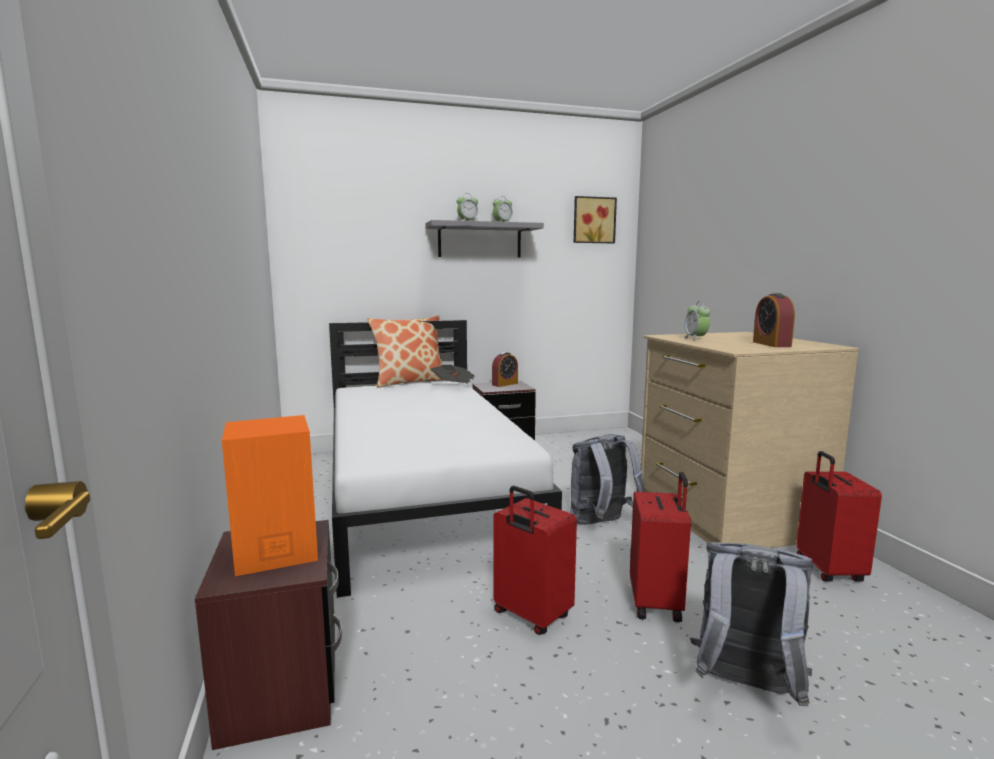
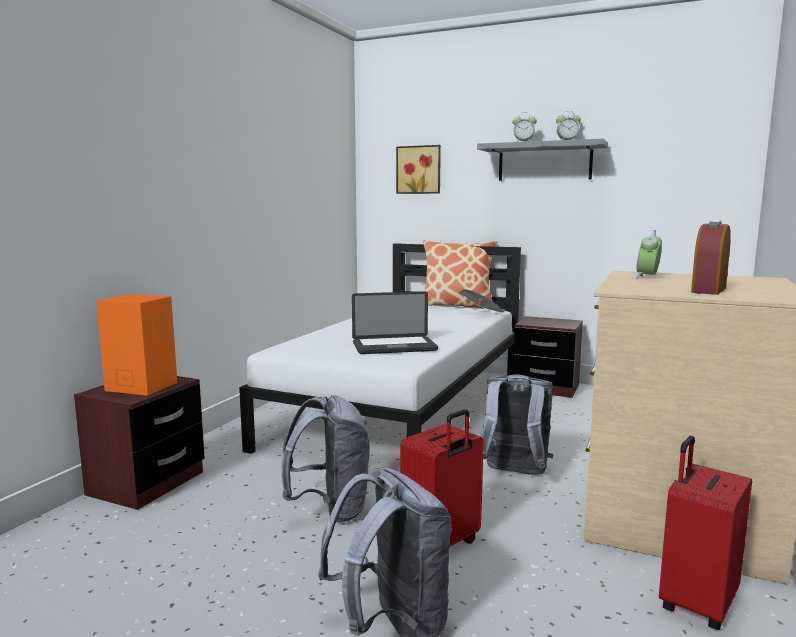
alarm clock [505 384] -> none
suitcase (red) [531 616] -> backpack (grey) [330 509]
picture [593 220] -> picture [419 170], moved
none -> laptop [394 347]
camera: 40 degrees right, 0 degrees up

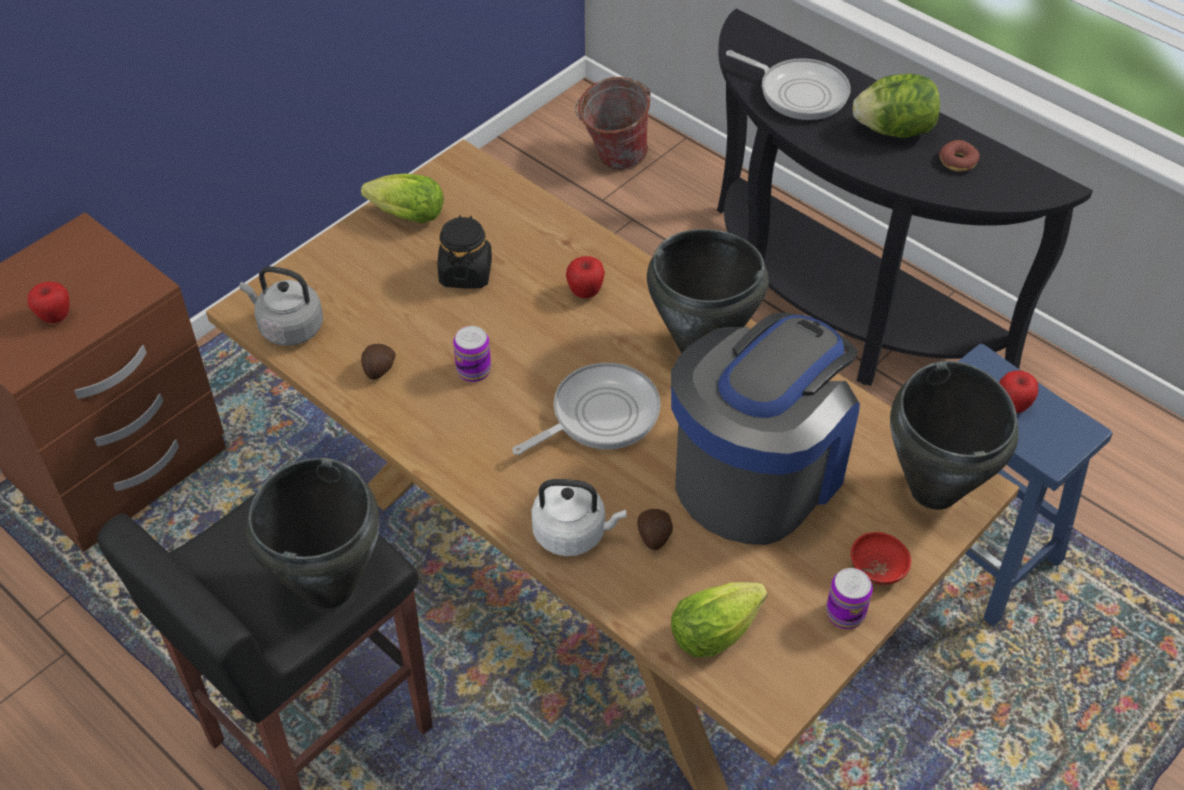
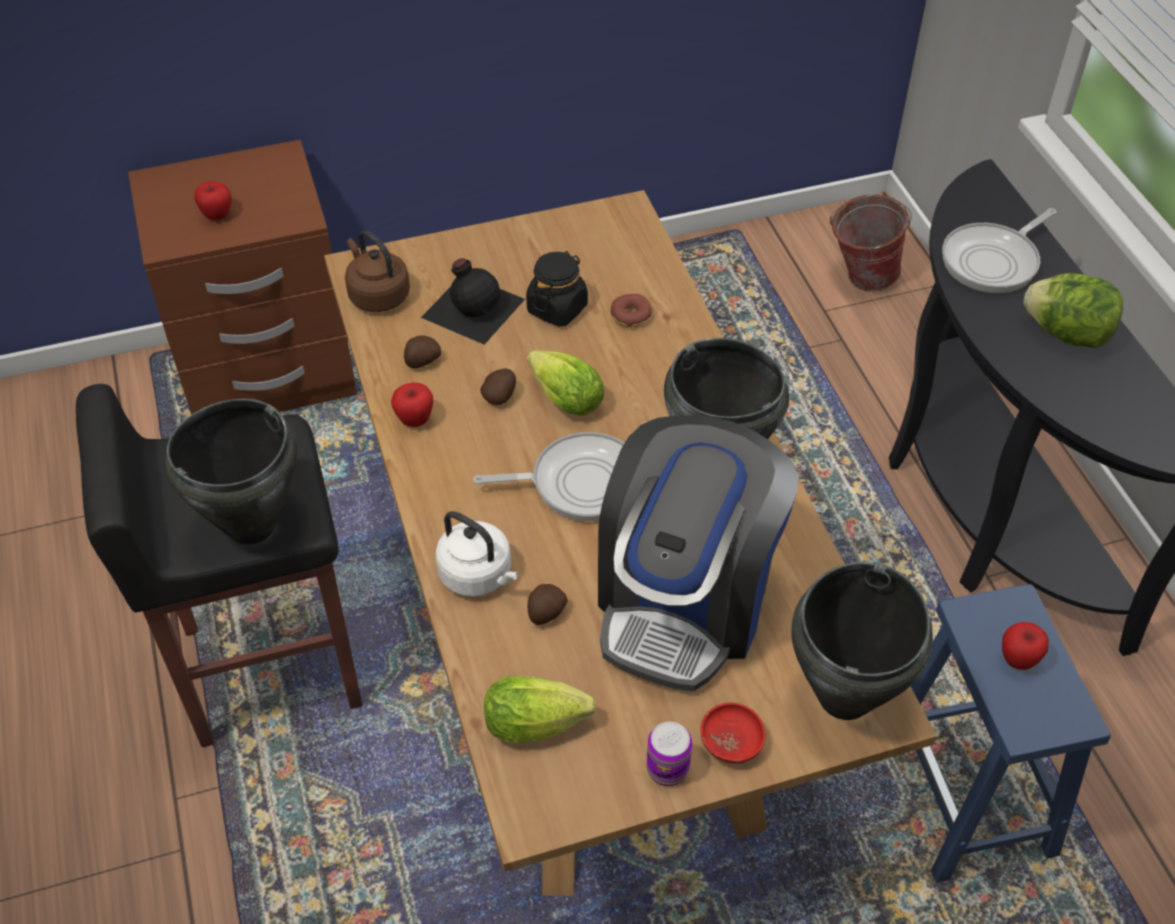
kettle (grey) [288 327] -> kettle (brown) [377 295]
lettuce [403 215] -> lettuce [562 397], moved
can [474 370] -> potato [500 396]
apple [585 292] -> apple [415 420], moved
coffee machine [758 472] -> coffee machine [686 600], 135 degrees clockwise
frying pan [798 92] -> frying pan [993 261], 75 degrees clockwise
donut [958 161] -> donut [631 316], moved
none -> bottle (black) [473 307]
camera: 30 degrees right, 0 degrees up

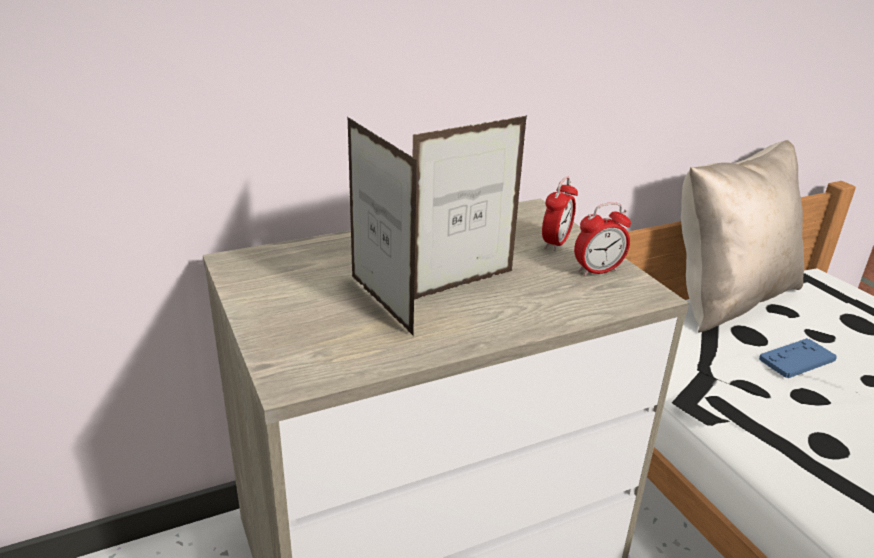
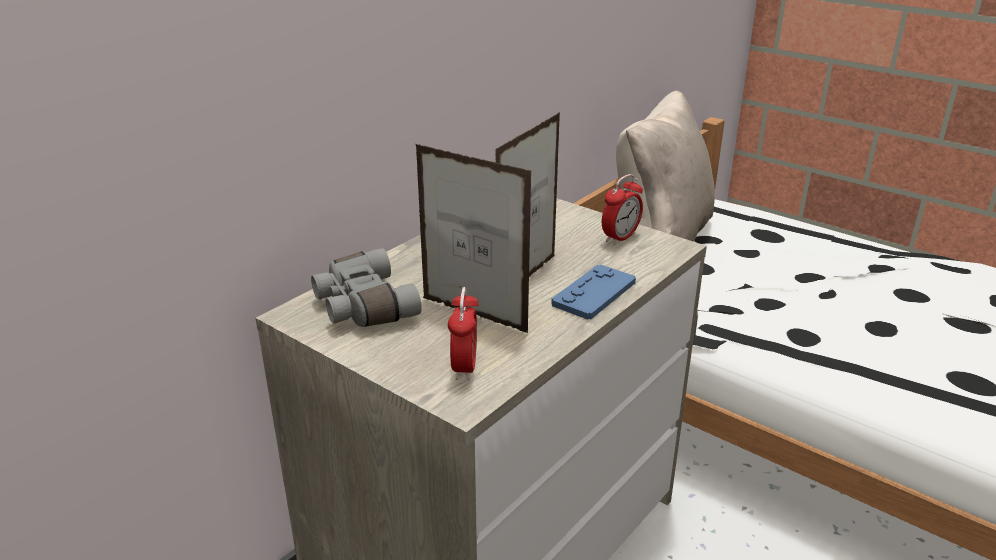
alarm clock [556 243] -> alarm clock [464 367], moved
game controller (blue) [797 359] -> game controller (blue) [594 293], moved
none -> binoculars (grey) [362 306]
camera: 25 degrees left, 0 degrees up

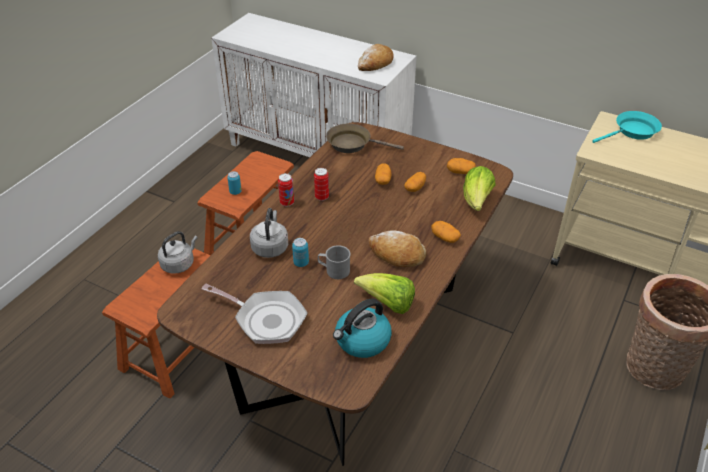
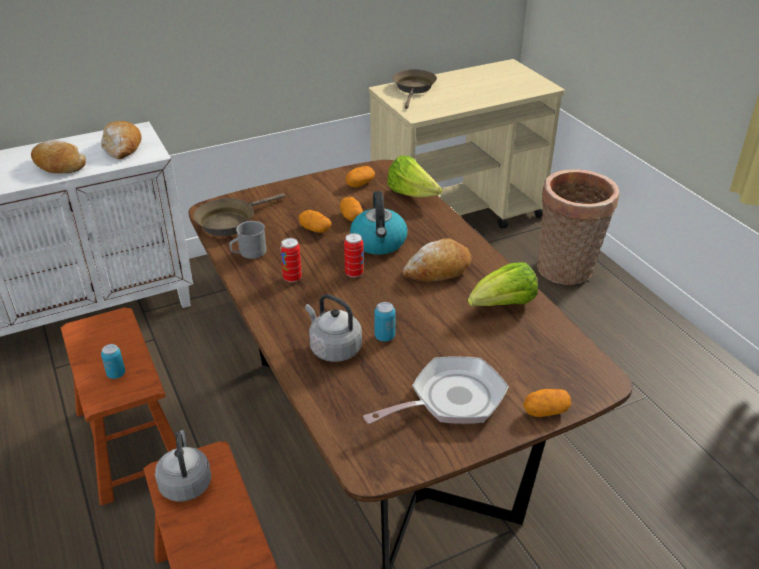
can [287 203] -> can [354 273], moved
mug (grey) [334 270] -> mug (grey) [248 253], moved
kettle [362 341] -> kettle [379 243], moved
potato [444 238] -> potato [545 411], moved
frying pan (turquoise) [633 132] -> frying pan (brown) [414 88]
none -> bread [59 165]
camera: 55 degrees left, 5 degrees down

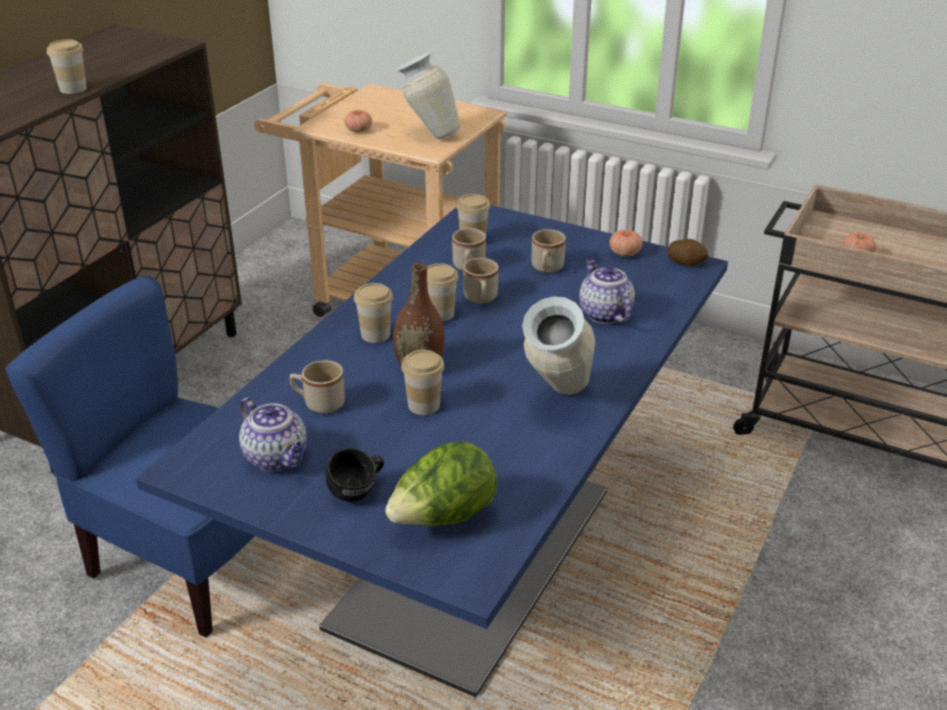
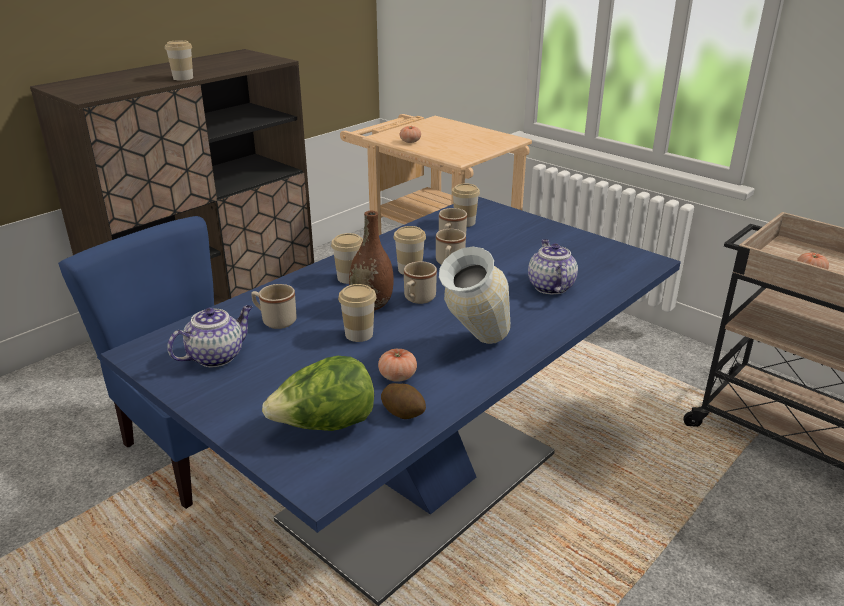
teapot [277 458] -> teapot [217 356], 105 degrees counterclockwise
mug (black) [359 492] -> none
vase [428 134] -> none
mug (beige) [546 269] -> mug (beige) [417 299], moved
tomato [624 253] -> tomato [397 376], moved
potato [686 262] -> potato [403 412], moved
camera: 15 degrees right, 5 degrees down

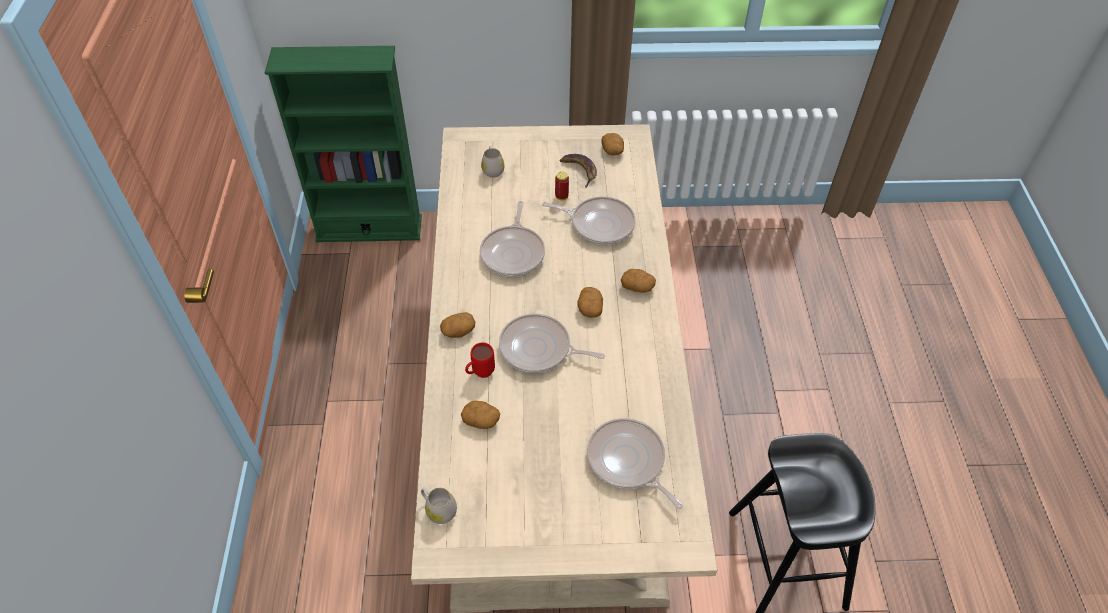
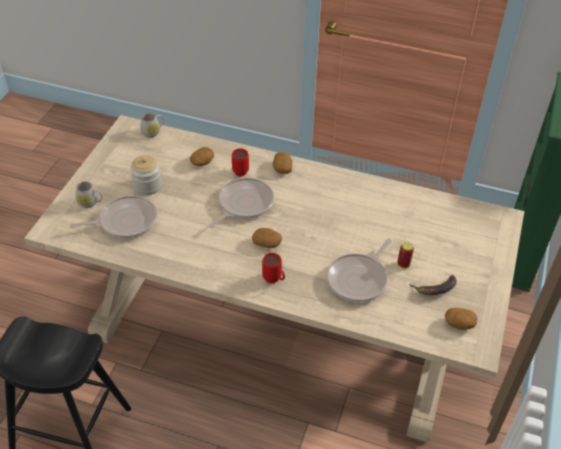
frying pan [513 252] -> none
mug (white) [492 169] -> mug (white) [90 203], moved
potato [637 286] -> mug (red) [274 280]
none -> jar [147 186]
camera: 110 degrees right, 5 degrees down

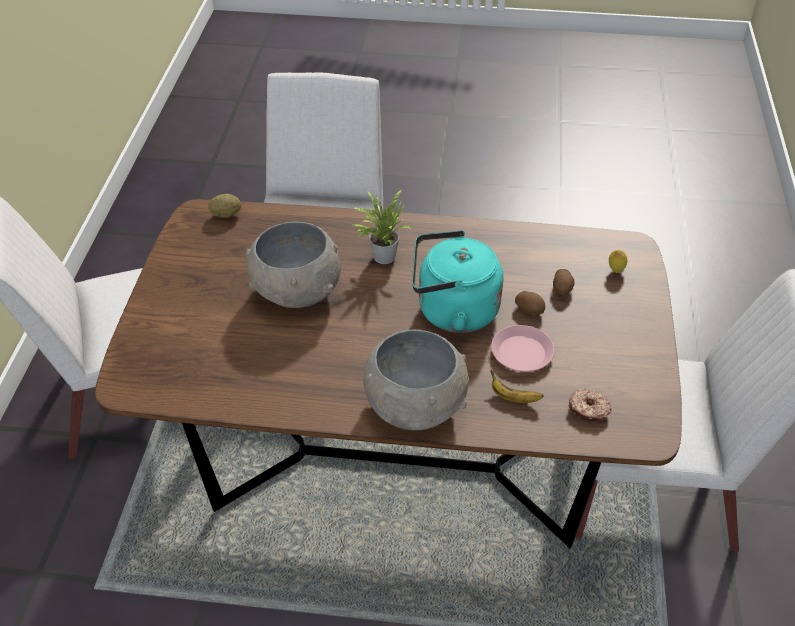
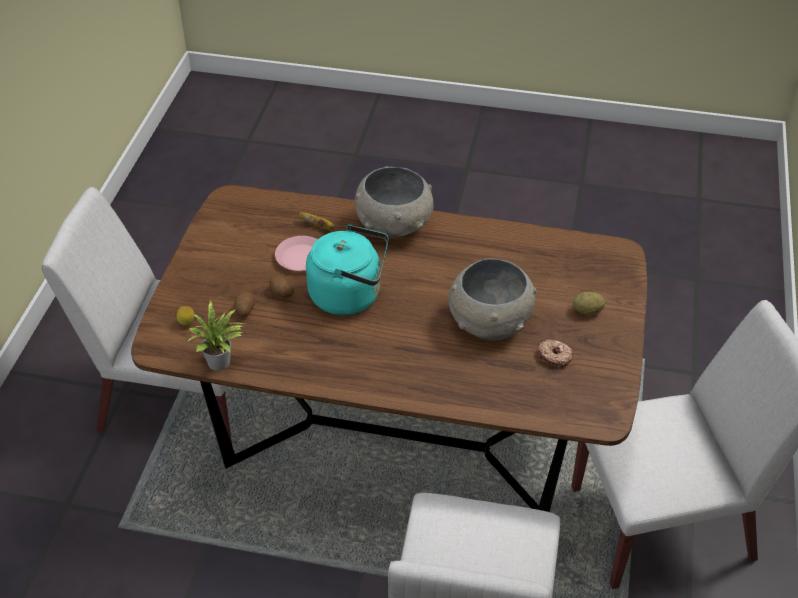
potato [226 214] -> potato [587 311], moved
potted plant [381 256] -> potted plant [221 363], moved
donut [588 410] -> donut [554 356], moved
camera: 175 degrees left, 0 degrees up

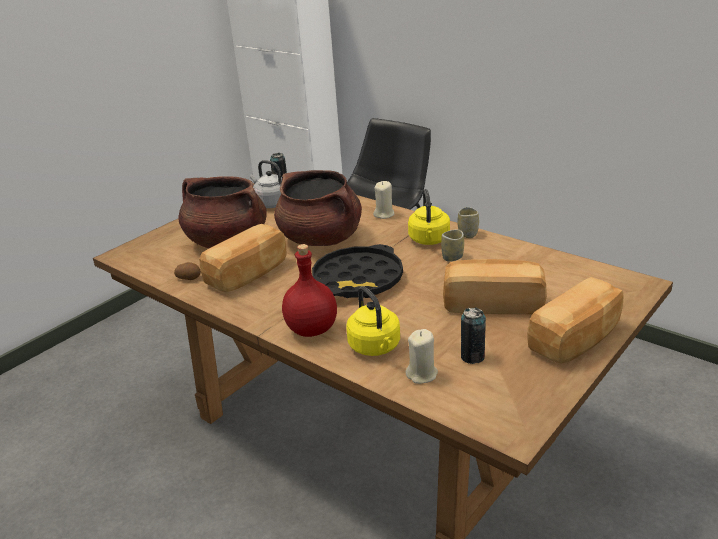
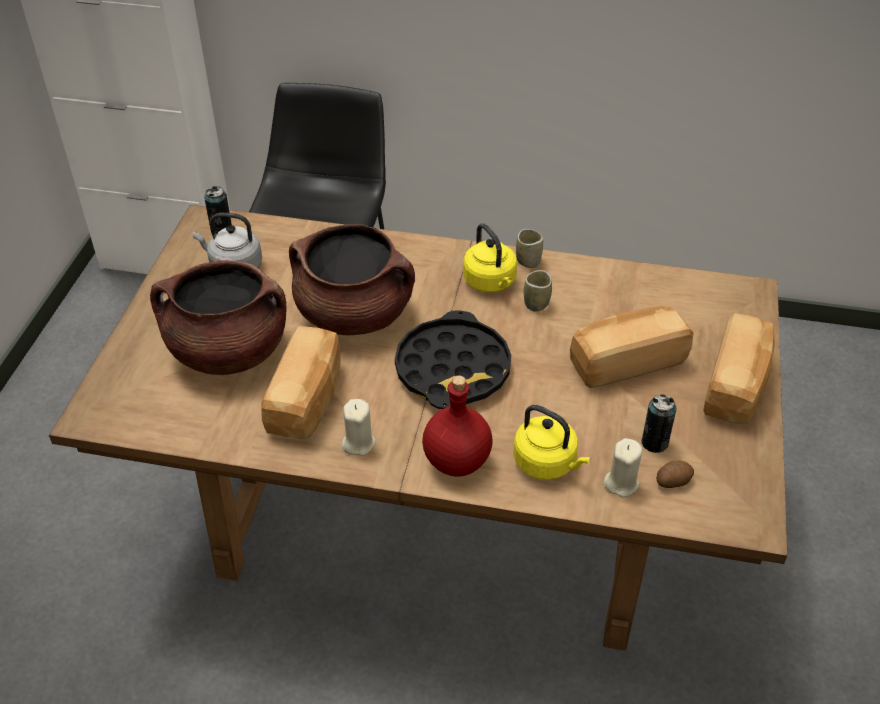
potato [189 278] -> potato [672 481], moved
candle (beige) [384 214] -> candle (beige) [358 443], moved
camera: 30 degrees left, 15 degrees up

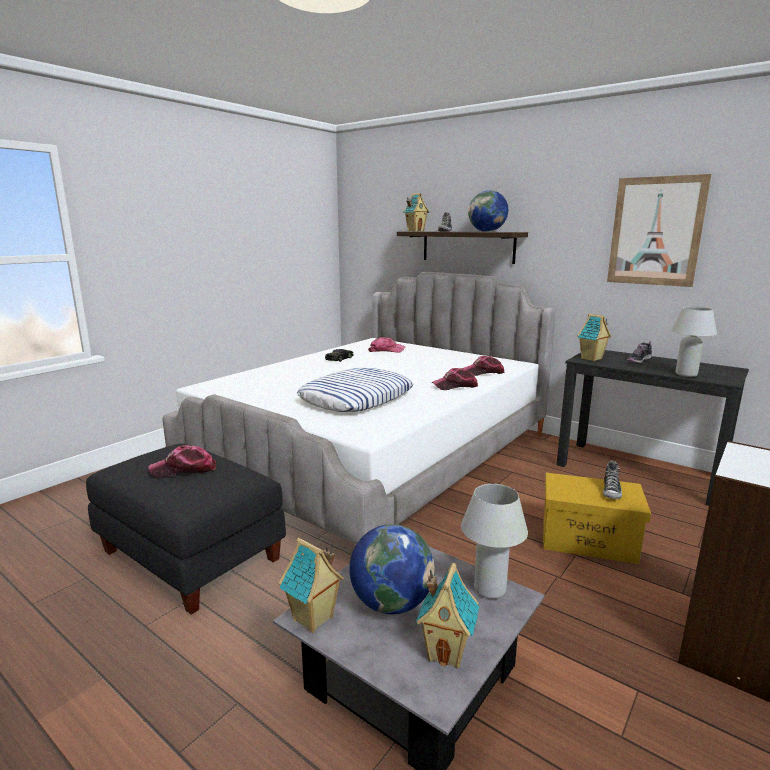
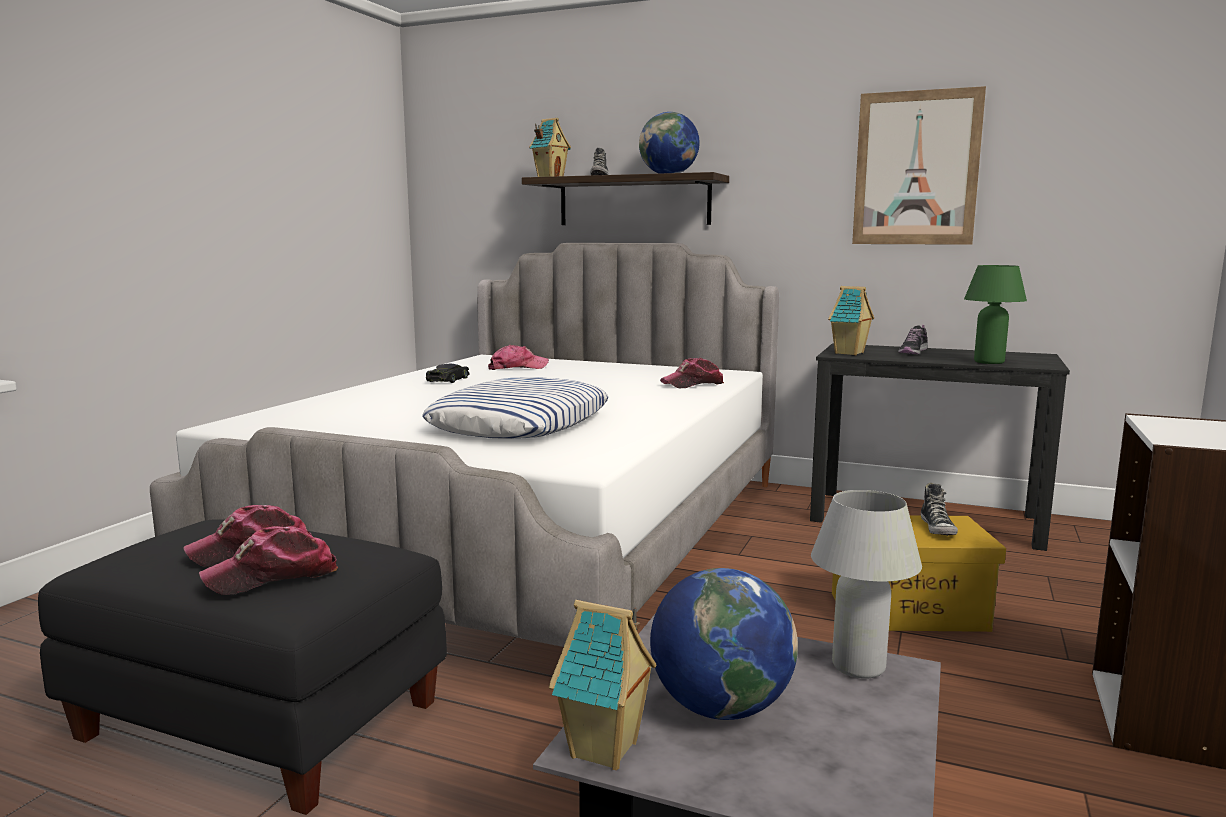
toy house [447 652] -> none
cap [455 386] -> cap [273 576], moved
table lamp (white) [686 374] -> table lamp (green) [989 362]
camera: 15 degrees left, 5 degrees down

